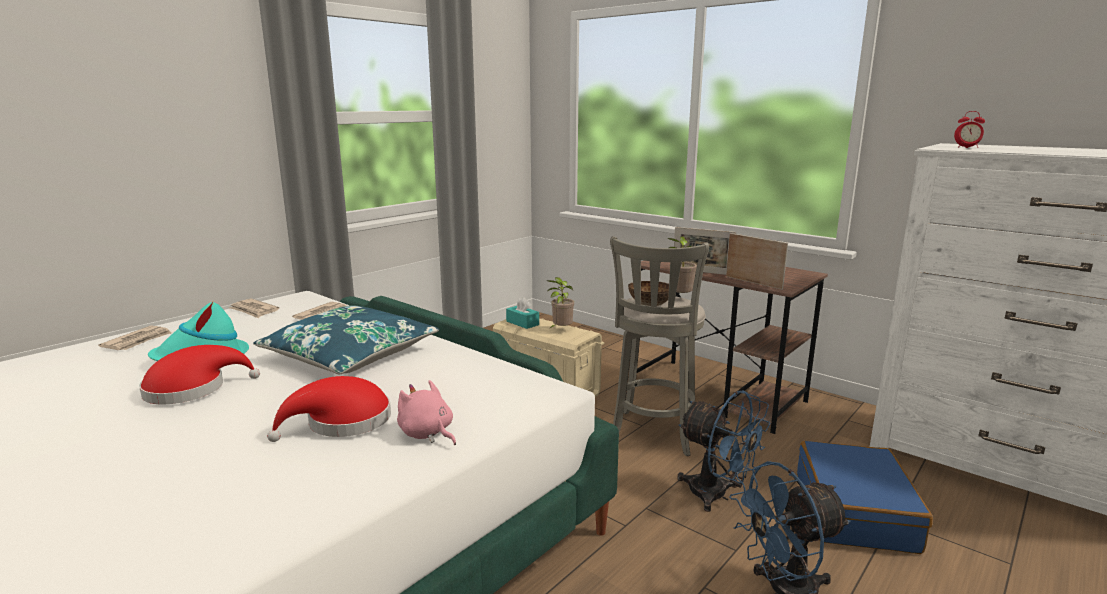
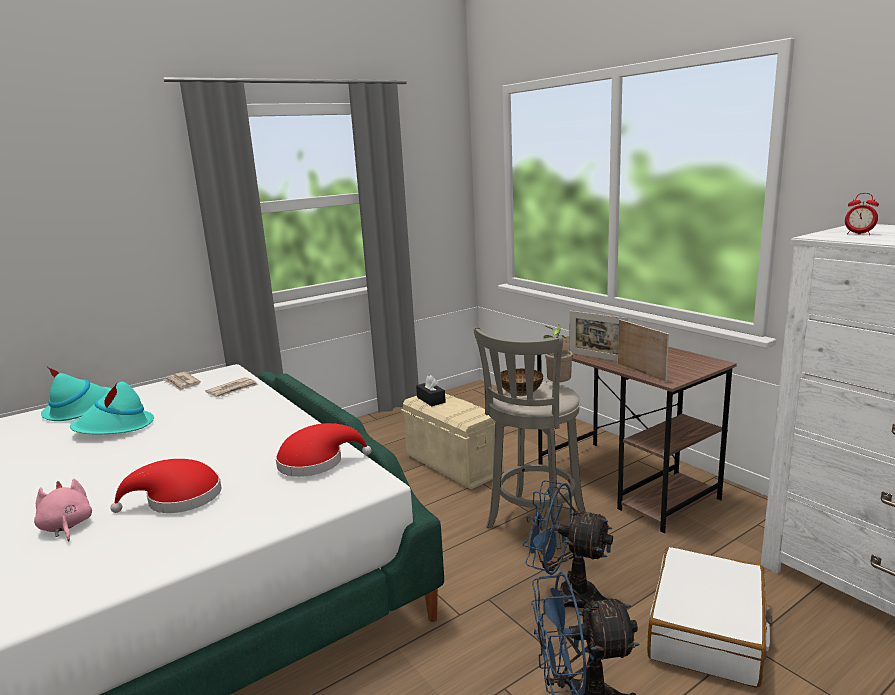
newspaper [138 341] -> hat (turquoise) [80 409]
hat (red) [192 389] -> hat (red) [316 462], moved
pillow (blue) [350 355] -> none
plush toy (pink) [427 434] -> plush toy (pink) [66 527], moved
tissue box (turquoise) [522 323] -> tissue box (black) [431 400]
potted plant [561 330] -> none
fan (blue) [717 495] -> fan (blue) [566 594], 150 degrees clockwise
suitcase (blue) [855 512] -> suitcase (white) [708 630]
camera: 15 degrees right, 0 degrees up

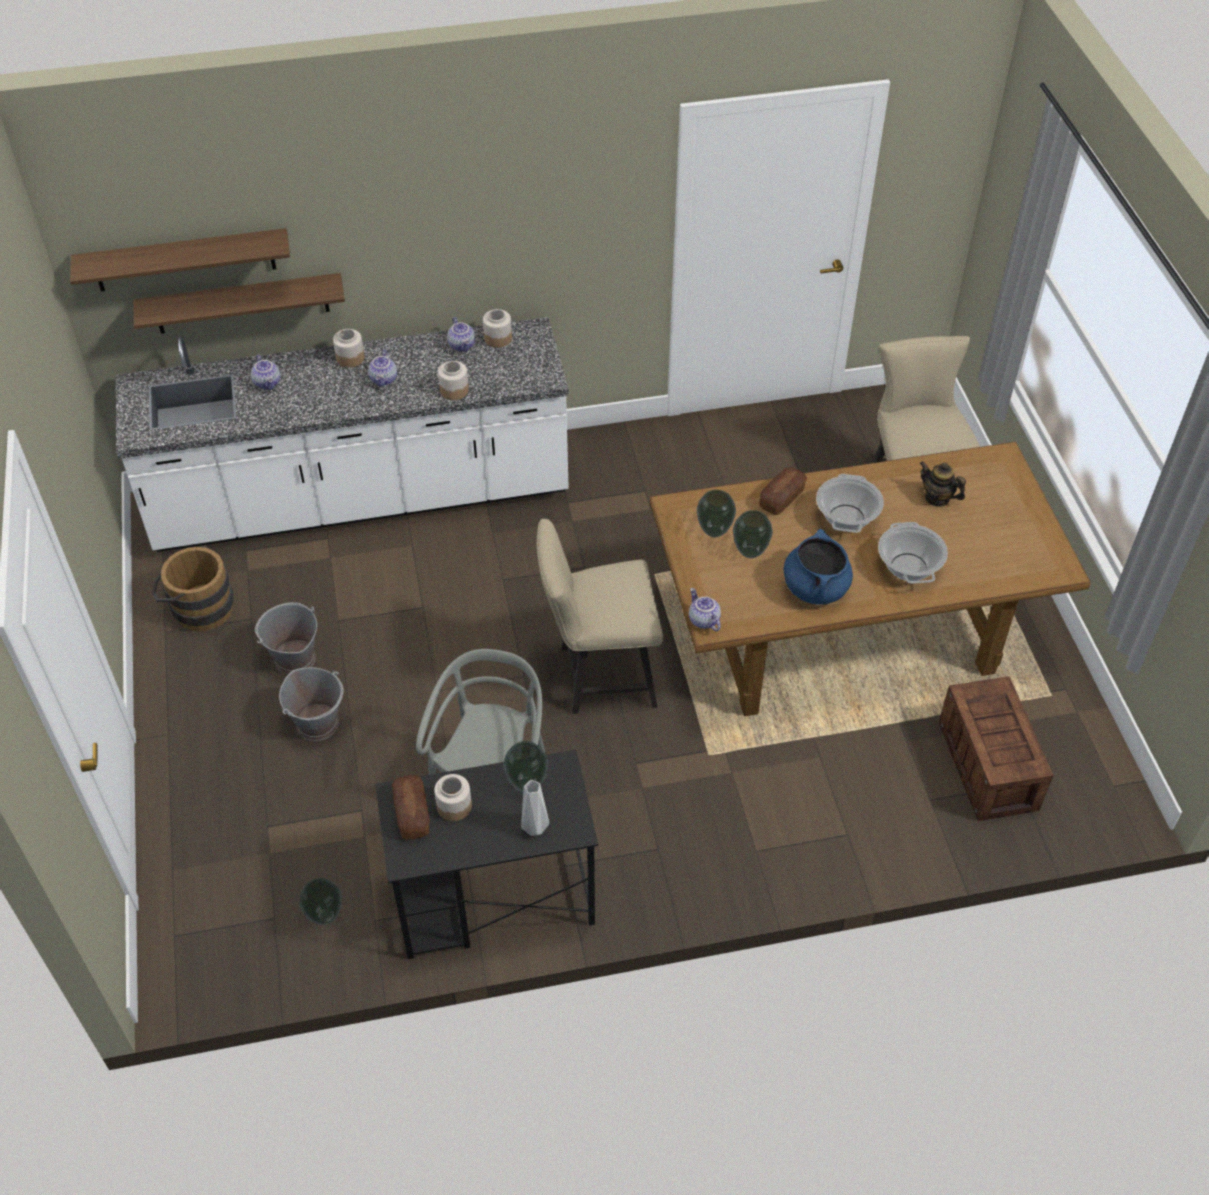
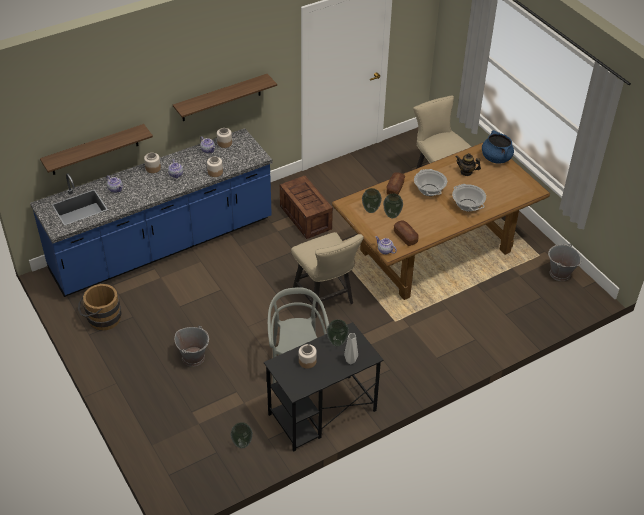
shelf [184 260] -> shelf [221 98], moved
counter (white) [361 500] -> counter (blue) [163 246]
bucket (grey) [294 659] -> bucket (grey) [559 273], moved
bread [412 814] -> bread [405 237], moved
chair (beige) [599 676] -> chair (beige) [325 299], 90 degrees counterclockwise
cooking pot (blue) [815 587] -> cooking pot (blue) [496 158], moved
crate [988 767] -> crate [306 218], moved
camera: 20 degrees left, 5 degrees down

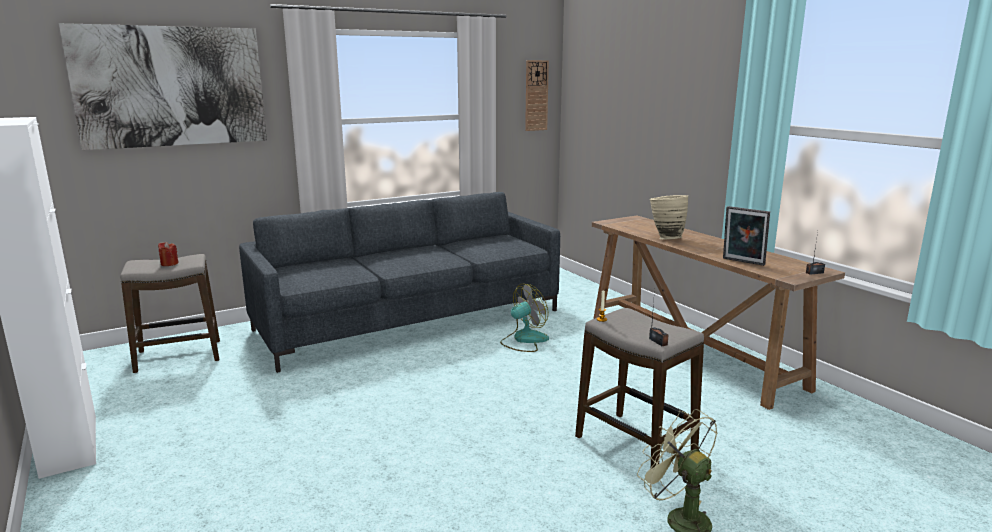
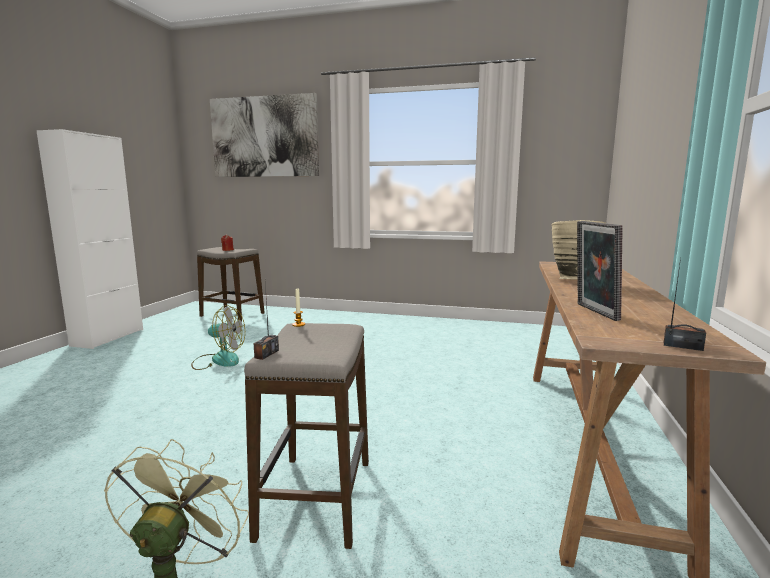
sofa (grey) [410 320] -> none
fan [524 340] -> fan [218 360], moved
wall clock [536 95] -> none
camera: 45 degrees right, 5 degrees down

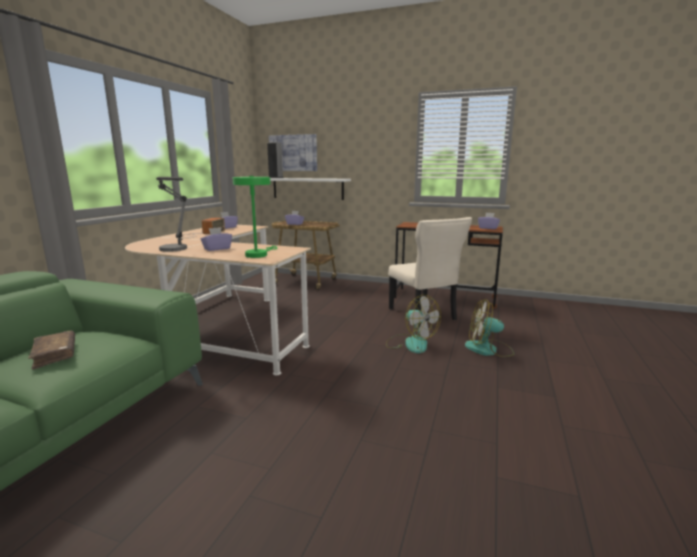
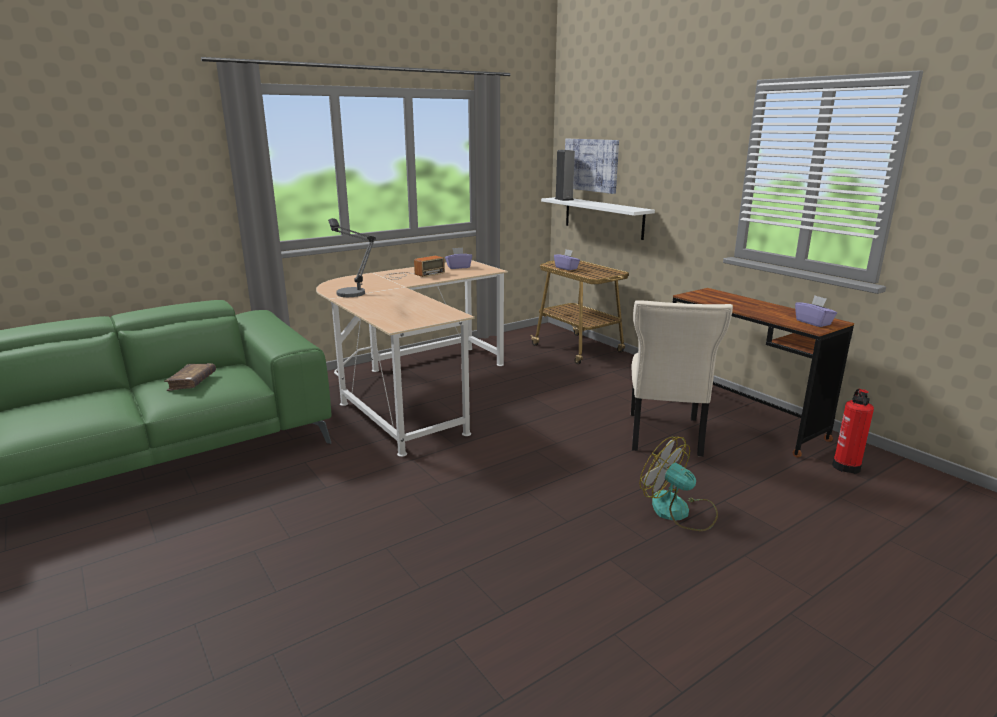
tissue box (purple) [217 249] -> none
table lamp (green) [258 254] -> none
fan [410 343] -> none
none -> fire extinguisher [846 466]
camera: 35 degrees right, 5 degrees up

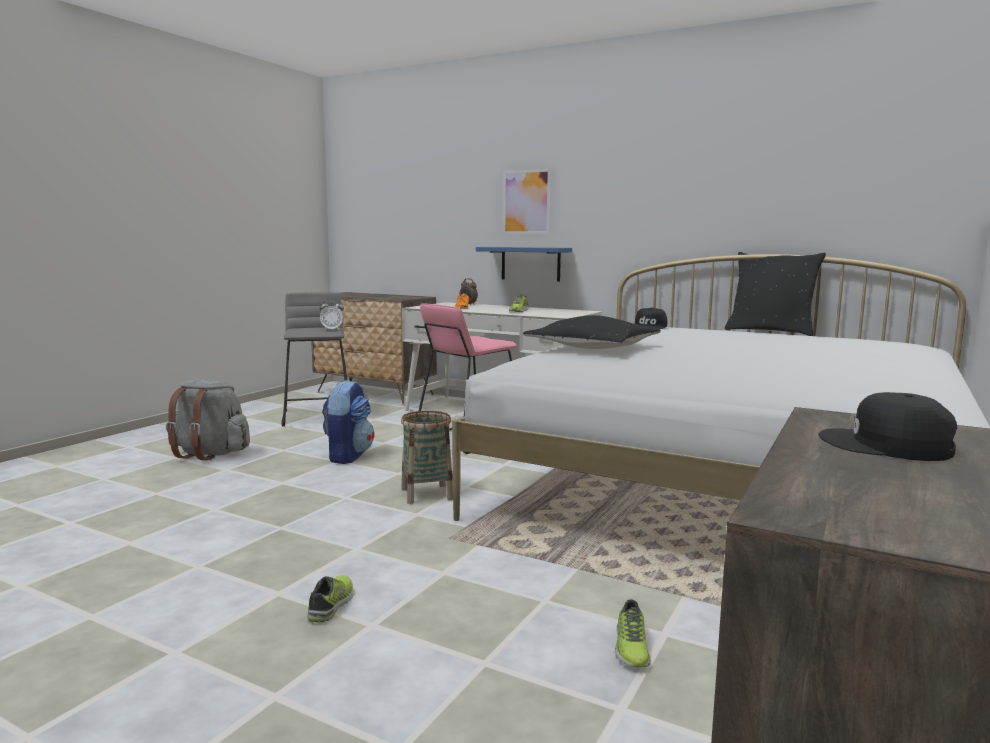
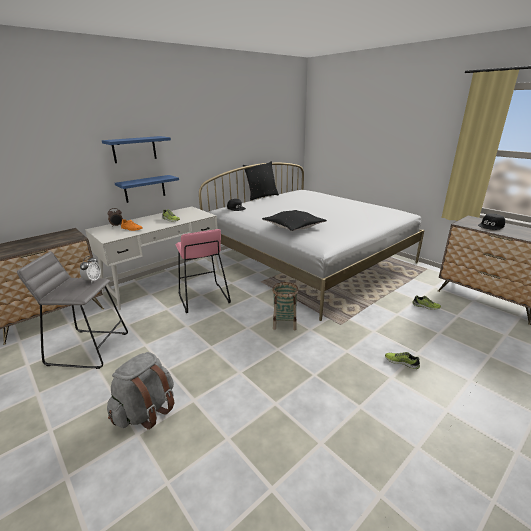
backpack [348 456] -> none
picture [526 202] -> shelf (blue) [134 149]
camera: 70 degrees left, 15 degrees up

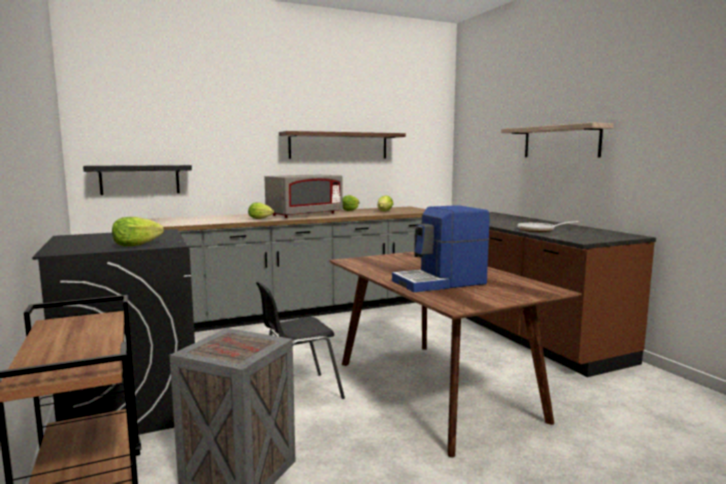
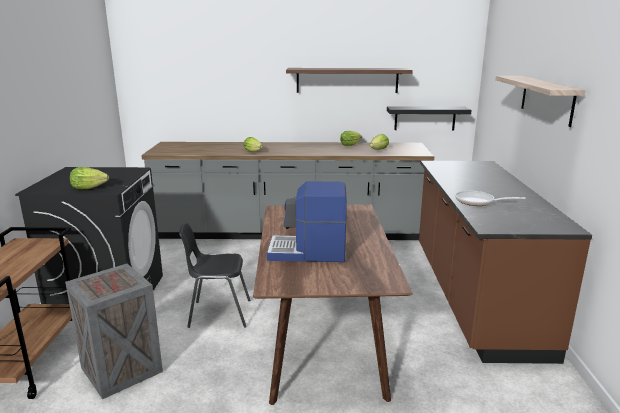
shelf (black) [140 179] -> shelf (black) [425 118], moved
microwave (grey) [304 215] -> none
camera: 25 degrees right, 10 degrees up

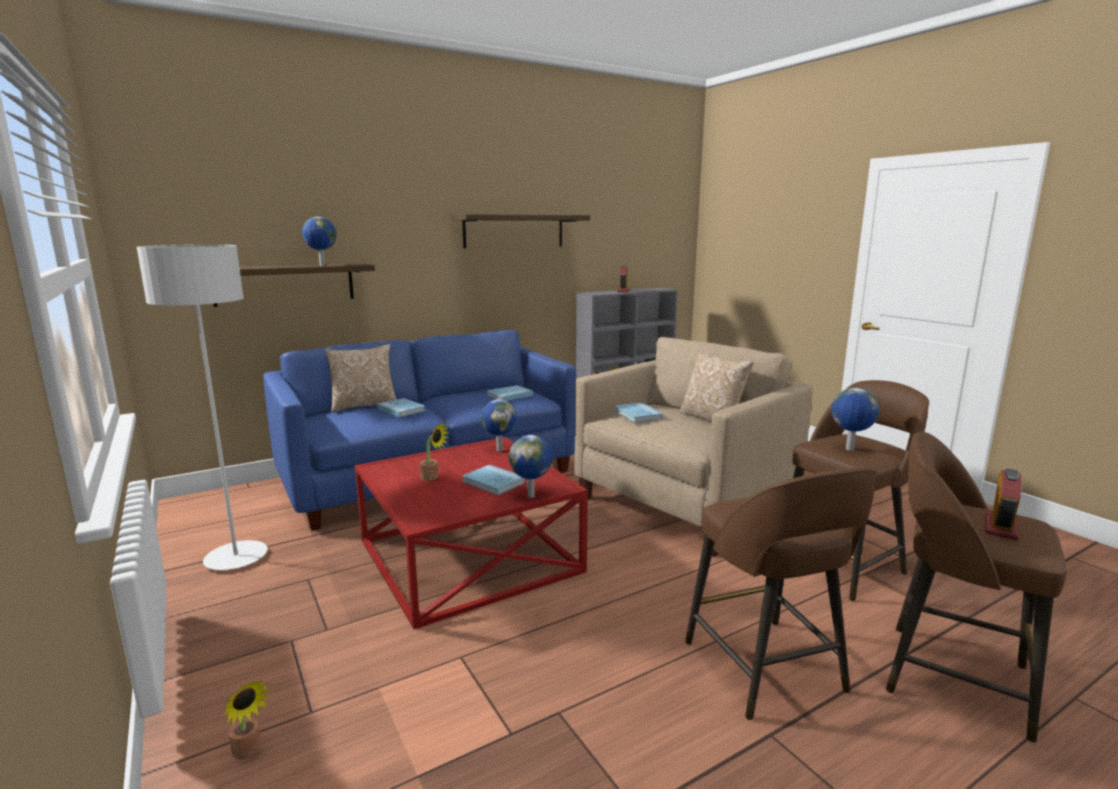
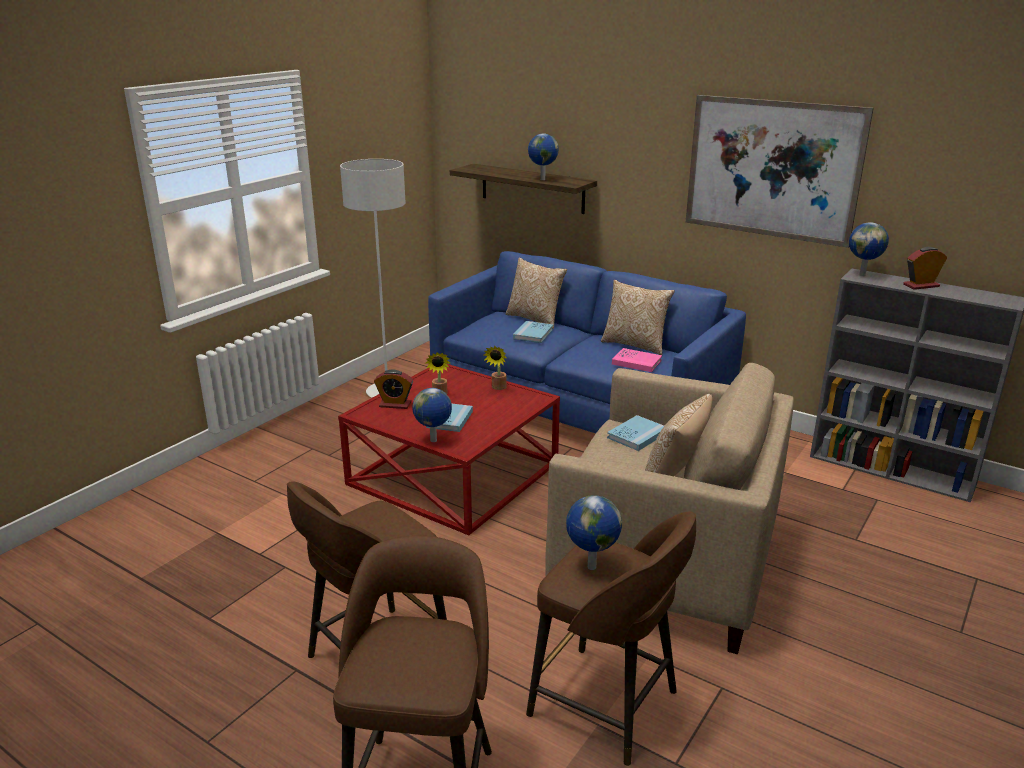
potted plant [249 751] -> potted plant [498 388], moved
shelf [514 231] -> picture [772 169]
globe [499 450] -> globe [862 275], moved
book (blue) [510 395] -> book (pink) [636 362]
alarm clock [1000 527] -> alarm clock [395 404], moved
none -> pillow [635 345]
camera: 65 degrees right, 10 degrees up

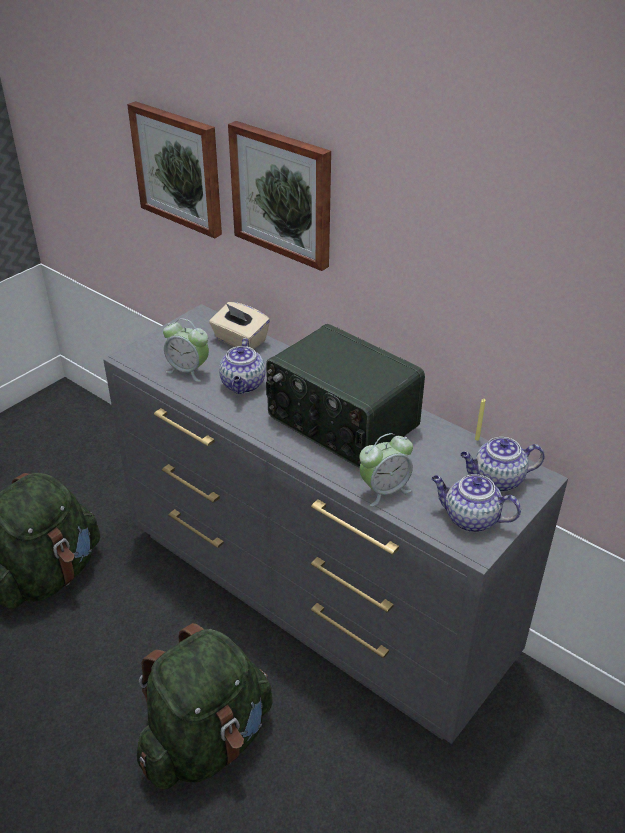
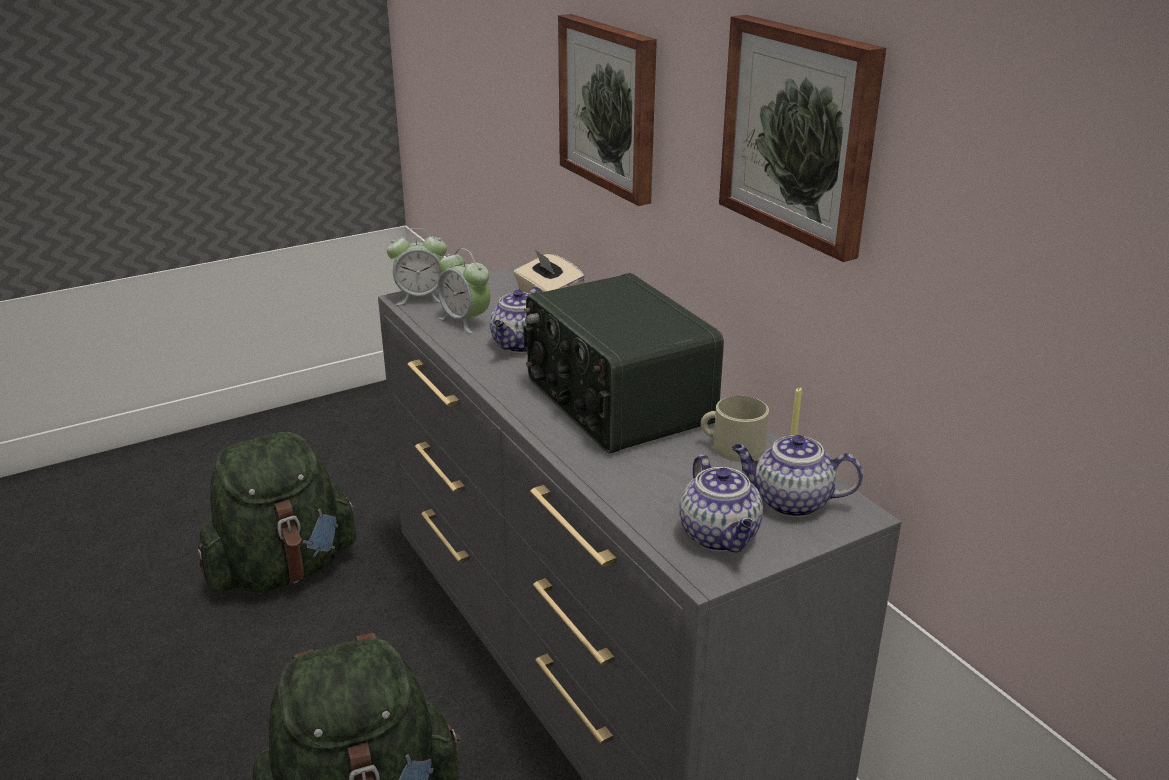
picture [179 168] -> picture [800 133], moved
alarm clock [384 490] -> alarm clock [420 298], moved
teapot [470 519] -> teapot [720 537], 150 degrees counterclockwise
none -> mug (beige) [731 447]
camera: 20 degrees right, 10 degrees down

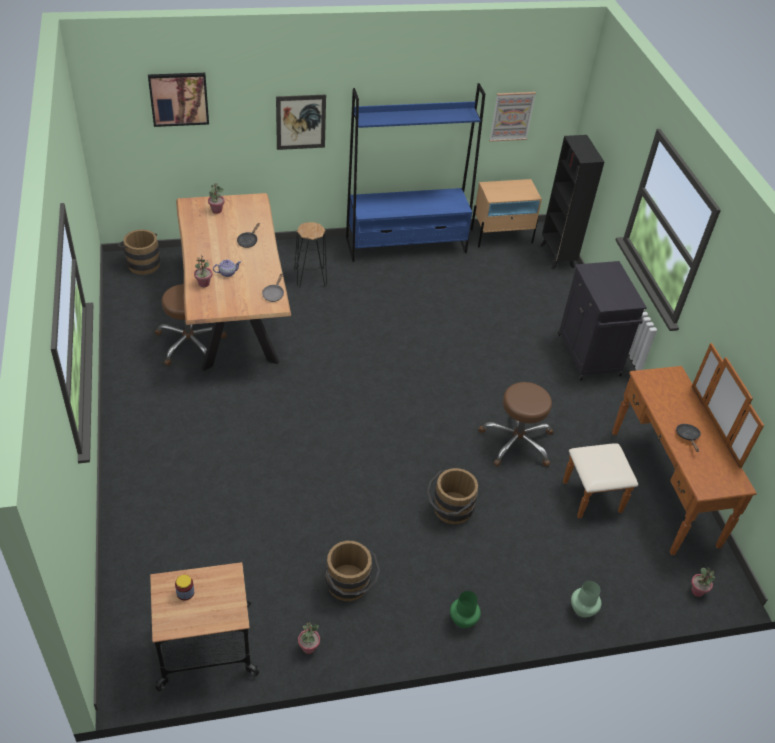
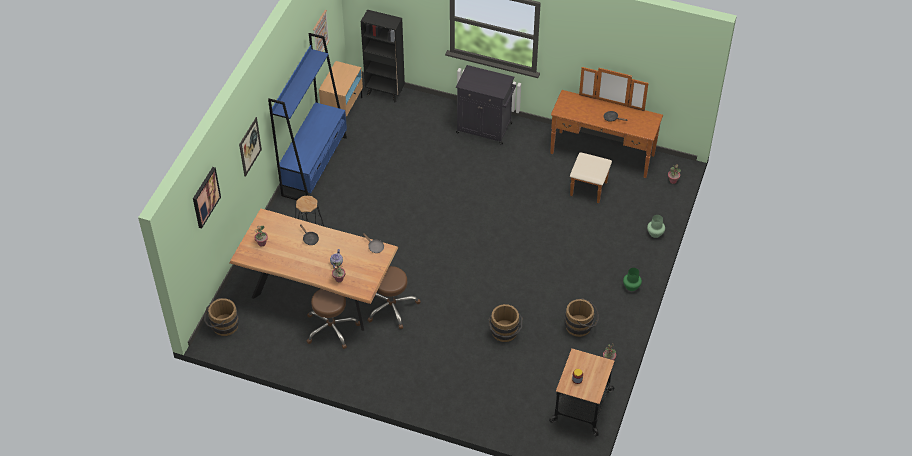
bucket (brown) [449 510] -> bucket (brown) [505 333], moved
stool (brown) [517 442] -> stool (brown) [391 307], moved
camera: 55 degrees left, 5 degrees up

